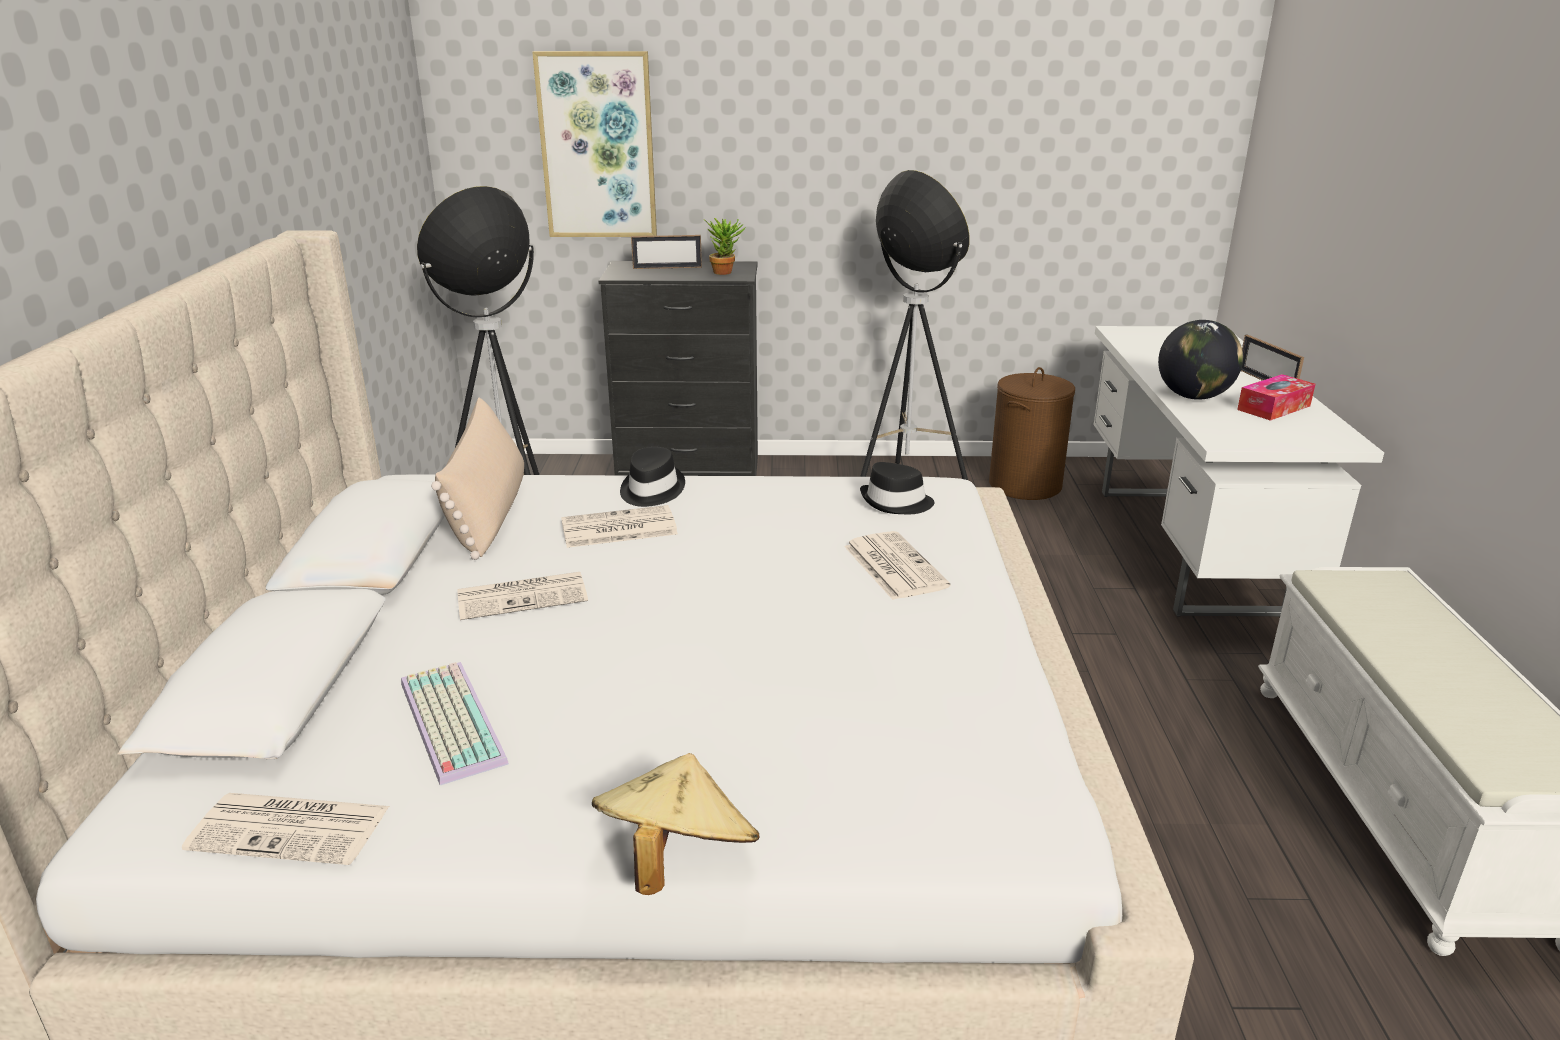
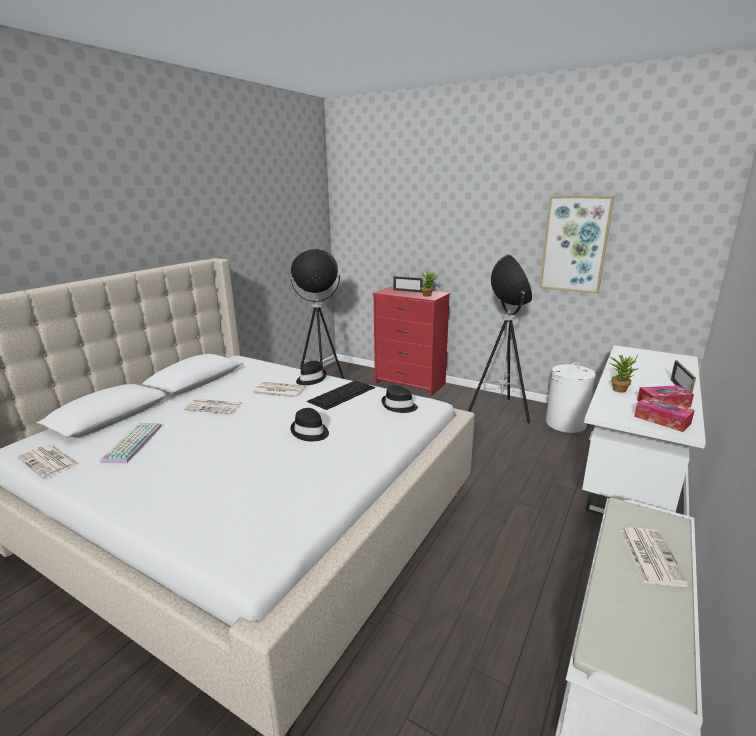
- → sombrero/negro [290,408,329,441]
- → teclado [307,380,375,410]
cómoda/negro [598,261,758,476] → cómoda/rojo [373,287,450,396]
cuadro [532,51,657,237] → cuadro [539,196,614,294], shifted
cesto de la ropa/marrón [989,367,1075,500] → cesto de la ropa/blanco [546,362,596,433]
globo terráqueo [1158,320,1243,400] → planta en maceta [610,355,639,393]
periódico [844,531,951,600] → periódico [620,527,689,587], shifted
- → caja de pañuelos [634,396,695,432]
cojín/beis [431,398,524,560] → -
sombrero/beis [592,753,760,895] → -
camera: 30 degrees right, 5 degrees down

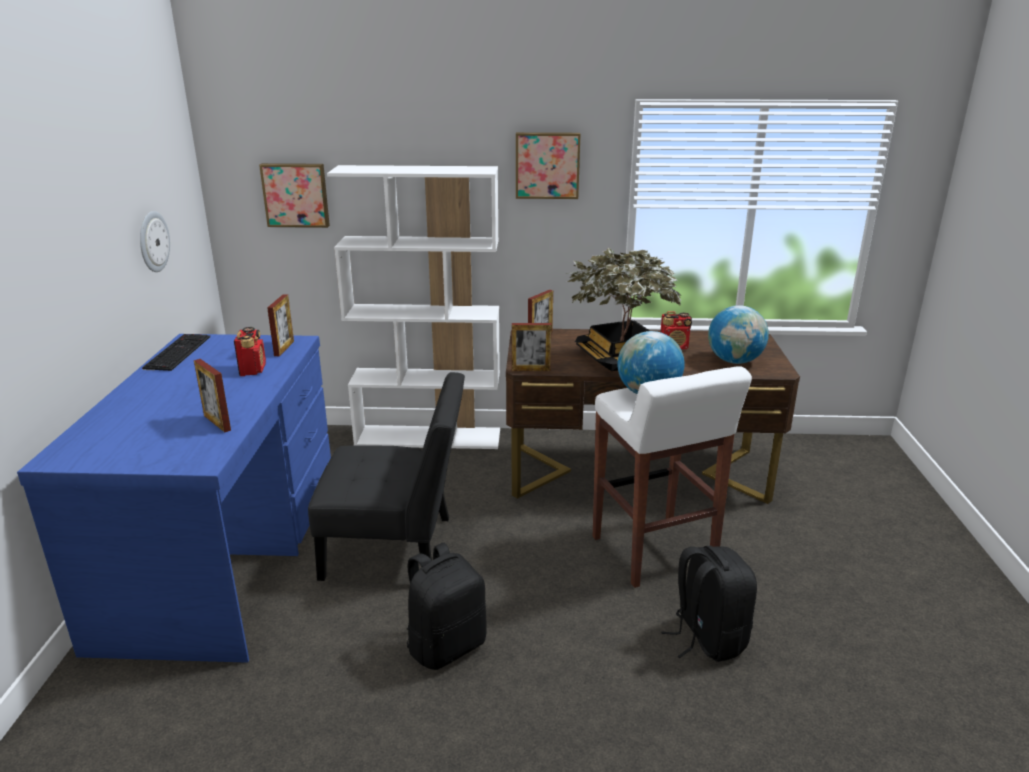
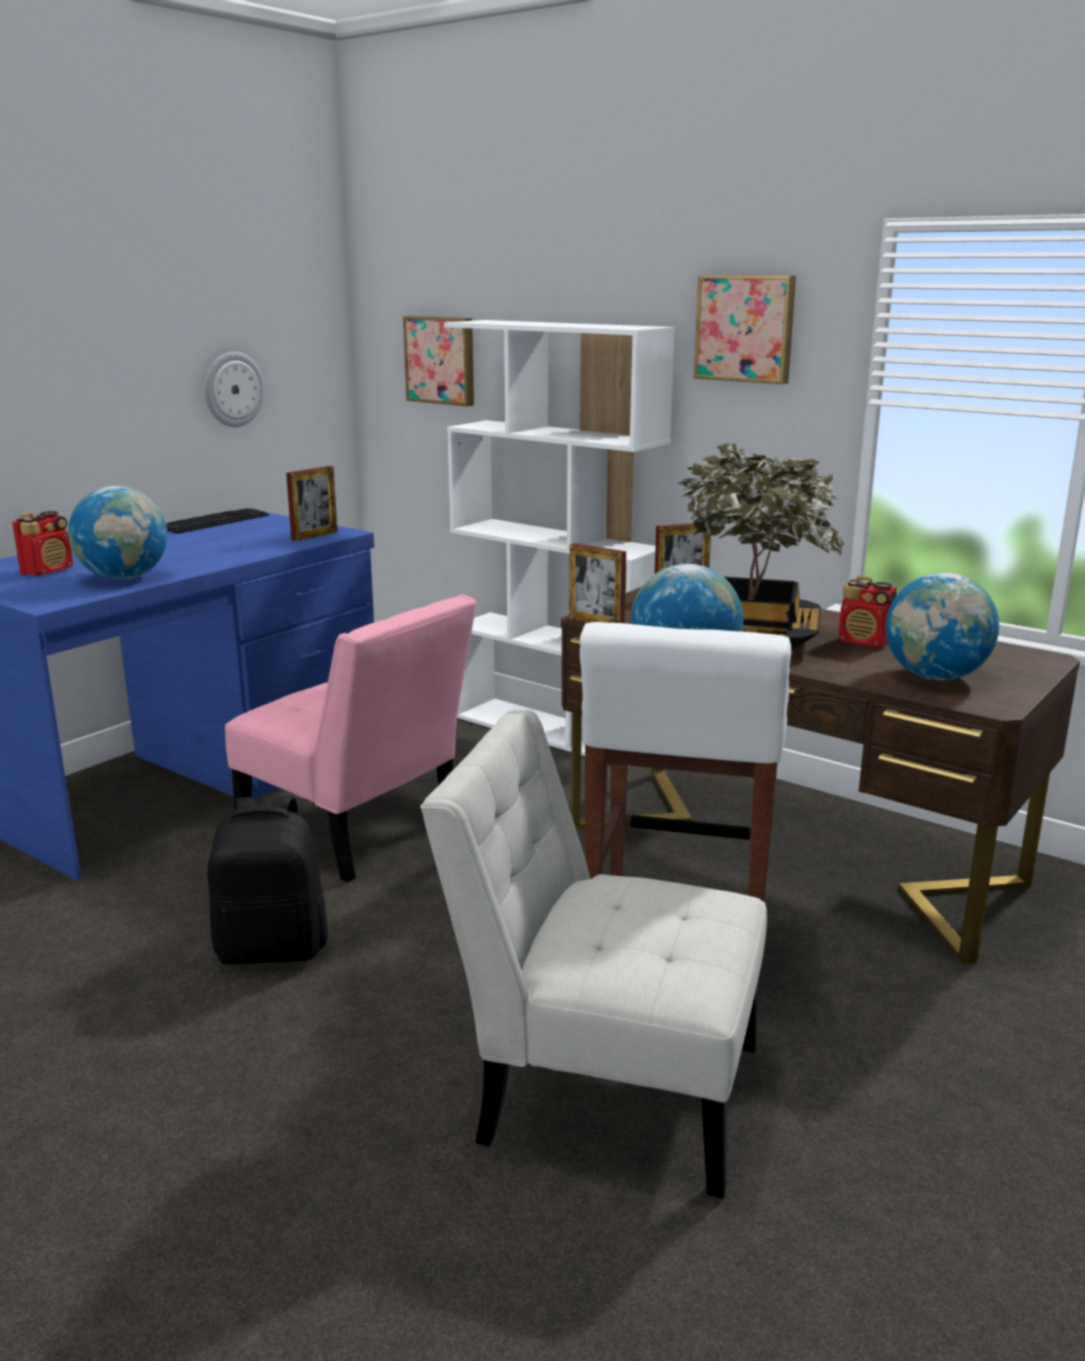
radio [234,327,266,376] → radio [12,511,73,576], shifted
portarretratos [194,359,231,433] → globo terráqueo [68,486,167,580]
silla/negro [308,372,465,581] → silla/rosa [225,594,477,882]
mochila/negro [661,546,757,662] → silla/blanco [420,709,767,1198]
camera: 35 degrees right, 5 degrees down

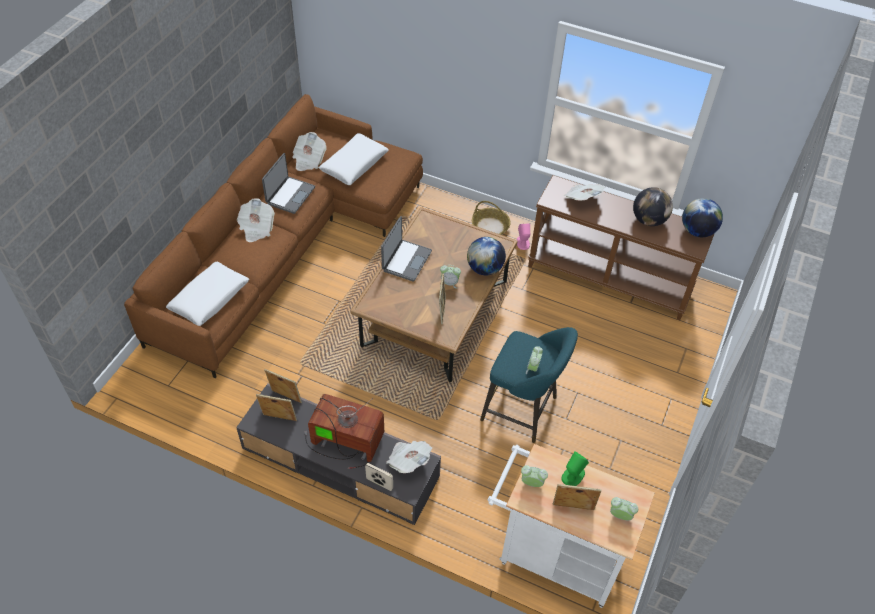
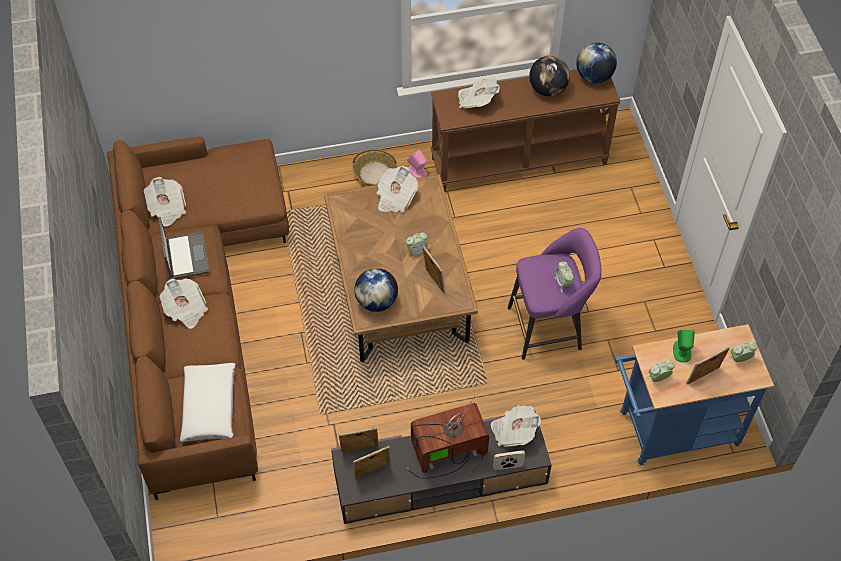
globo terráqueo [467,237,506,275] → globo terráqueo [354,268,398,312], shifted
- → periódico [377,166,418,212]
taburete/turquesa [480,327,578,443] → taburete/morado [508,228,602,360]
carrito/blanco [488,444,655,608] → carrito/azul [615,324,774,465]
cojín/blanco [318,133,389,185] → -
portátil [381,216,432,282] → -
camera: 35 degrees left, 5 degrees up

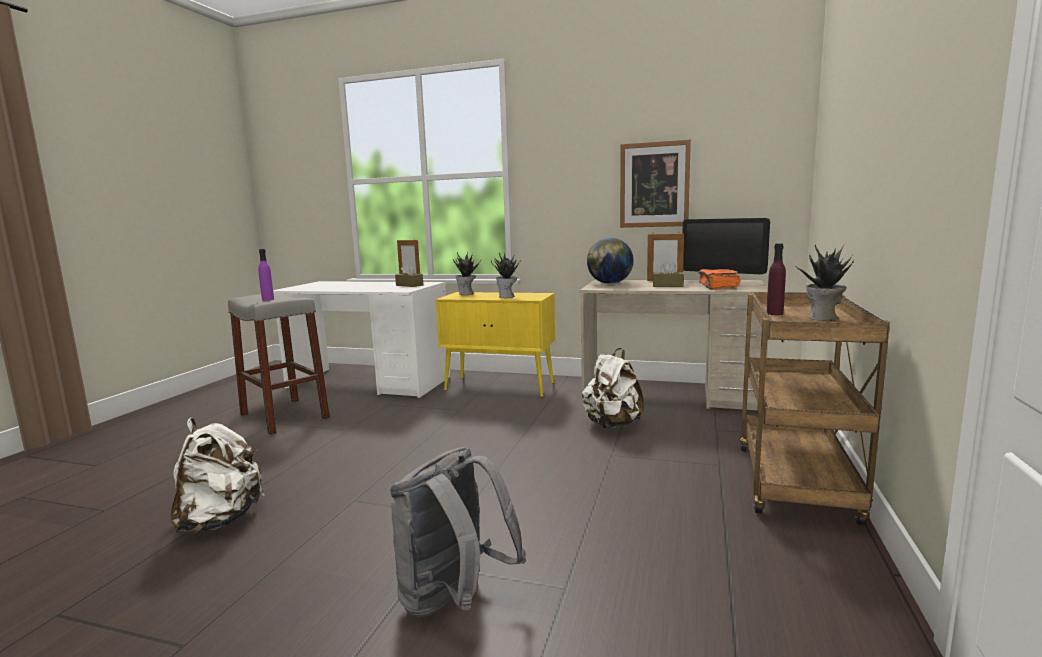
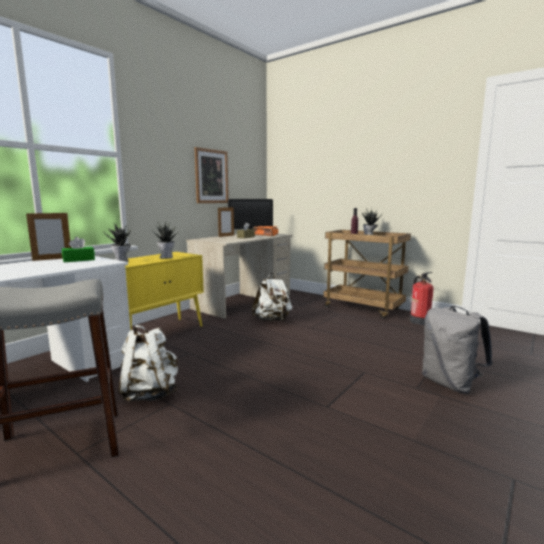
caja de pañuelos/marrón [395,263,423,287] → caja de pañuelos/verde [62,237,95,262]
mochila/blanco [171,418,264,534] → mochila/blanco [119,325,178,401], shifted
- → extintor [410,272,434,325]
botella/morado [258,249,274,301] → -
globo terráqueo [587,238,634,284] → -
camera: 70 degrees left, 0 degrees up

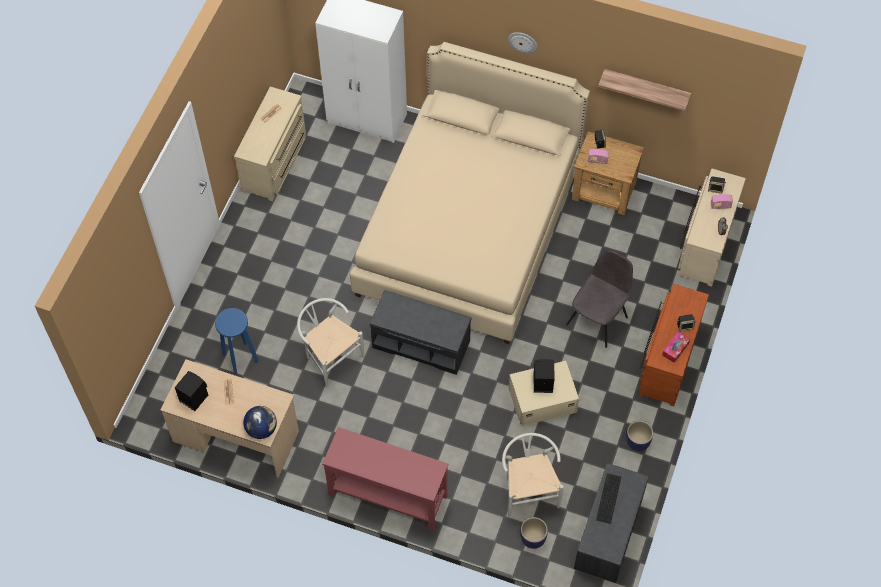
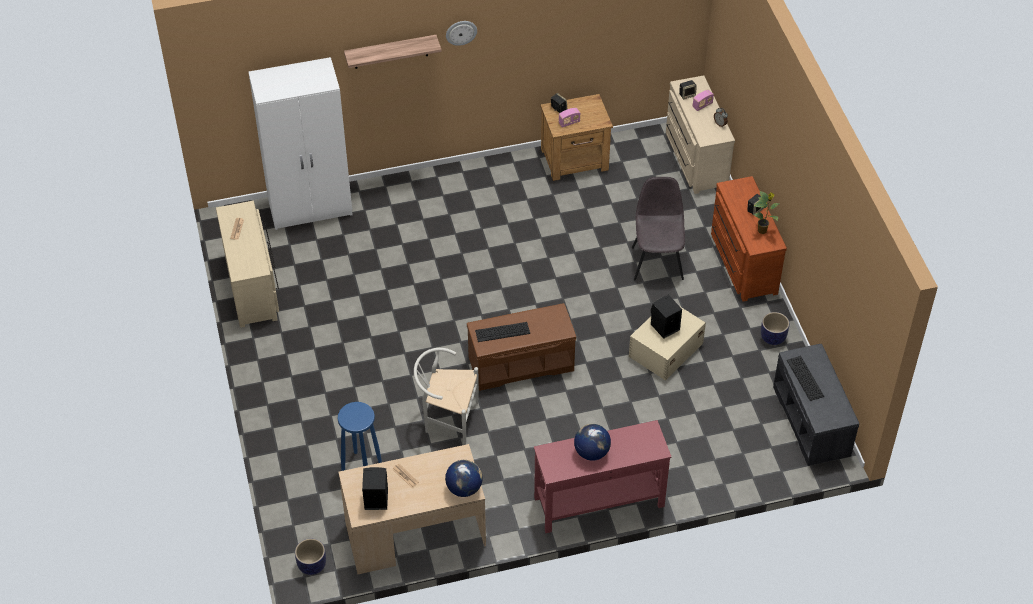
maceta [520,517,548,549] → maceta [295,539,326,575], shifted
estante [598,69,691,111] → estante [344,35,442,69], shifted
banco/gris [370,290,471,375] → banco/marrón [467,303,576,391]
- → teclado [475,322,530,342]
- → globo terráqueo [574,424,611,461]
caja de pañuelos [662,331,690,363] → planta en maceta [754,191,779,234]
cama/beis [350,42,590,344] → -
silla/blanco [502,433,564,518] → -
camera: 35 degrees left, 10 degrees down

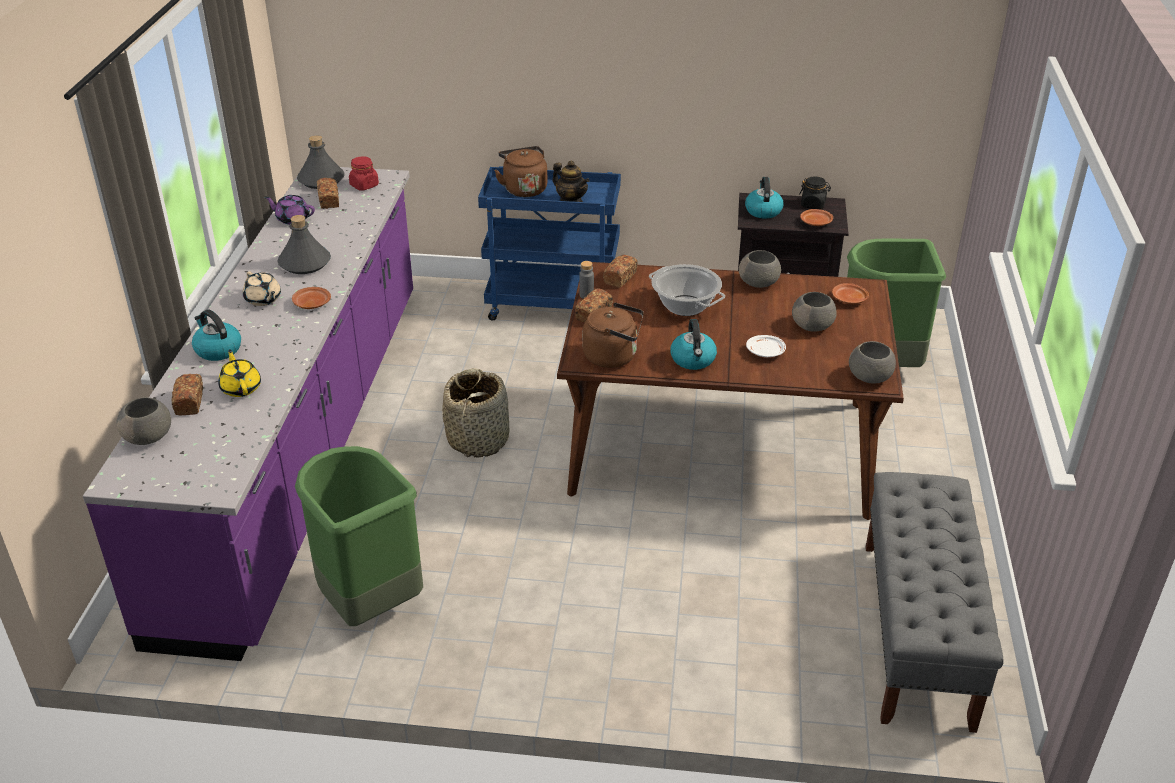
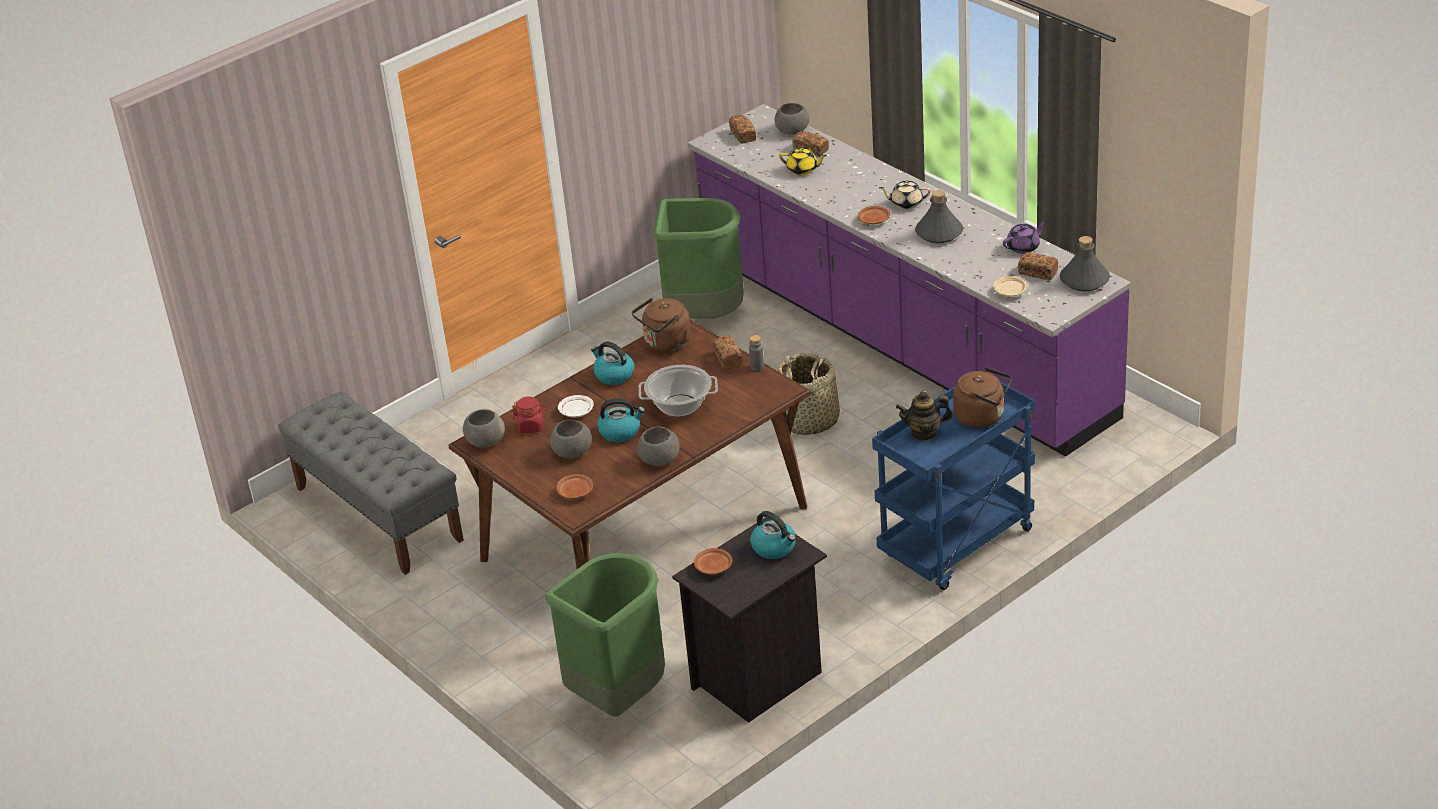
tarro/rojo [349,156,379,191] → tarro/rojo [512,396,545,433], shifted
hervidor [192,310,241,361] → hervidor [597,398,645,442], shifted
pan [603,255,638,288] → pan [729,115,756,144], shifted
- → plato/beis [993,276,1028,297]
tarro/negro [800,176,831,209] → -
camera: 135 degrees right, 0 degrees up

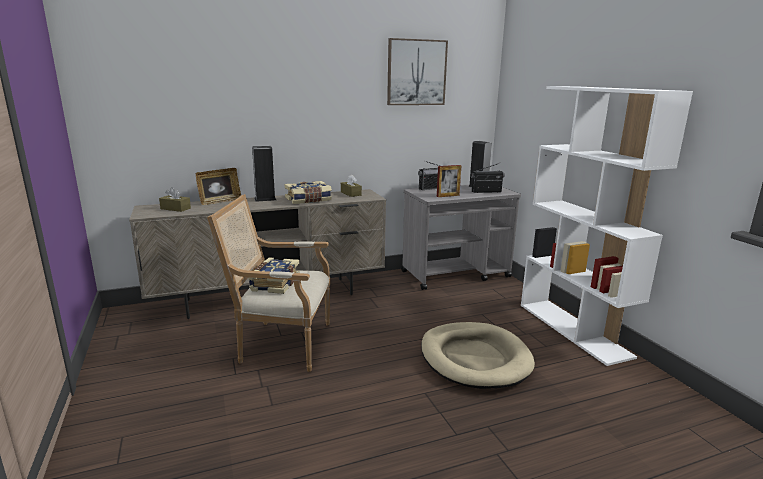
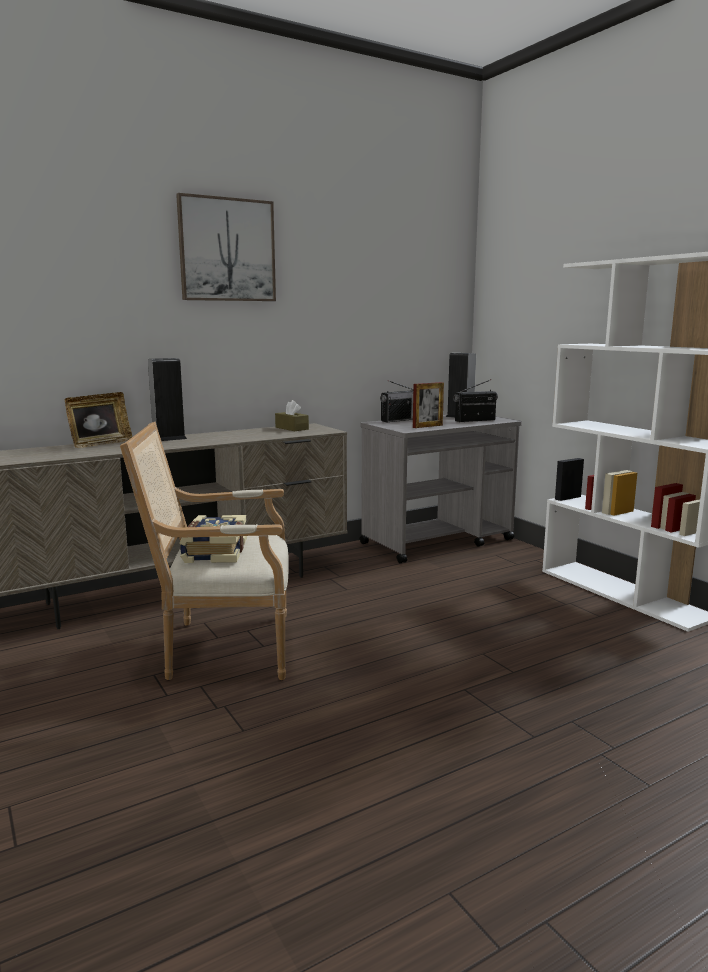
cuadro [387,38,448,105] → cuadro [176,193,276,301], shifted
caja de pañuelos/marrón [159,187,191,212] → -
libro [285,181,332,204] → -
cama para perro/beis [421,322,535,389] → -
camera: 10 degrees left, 5 degrees down

